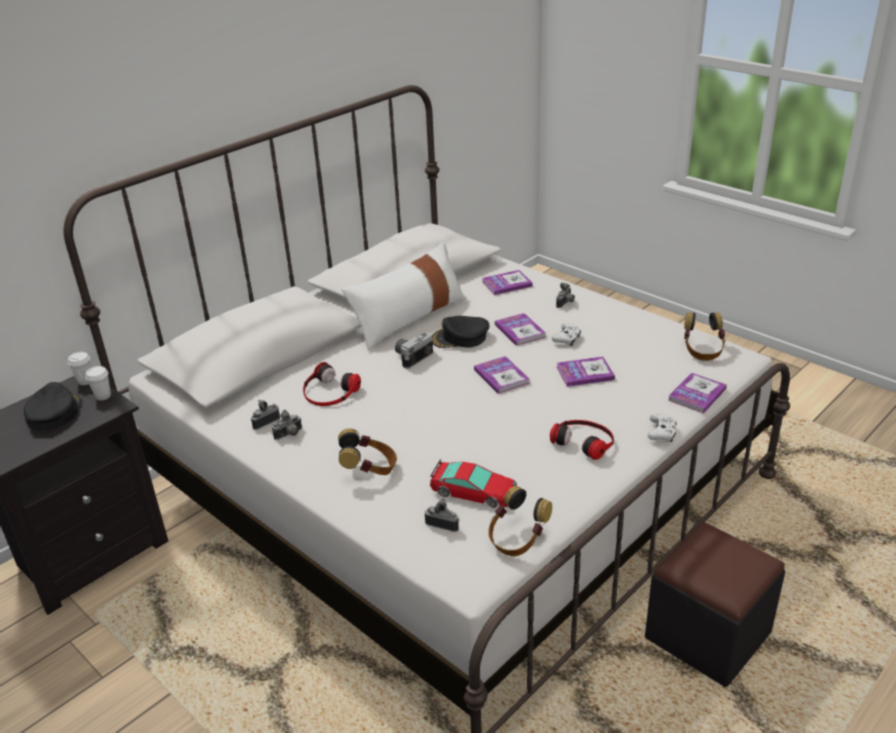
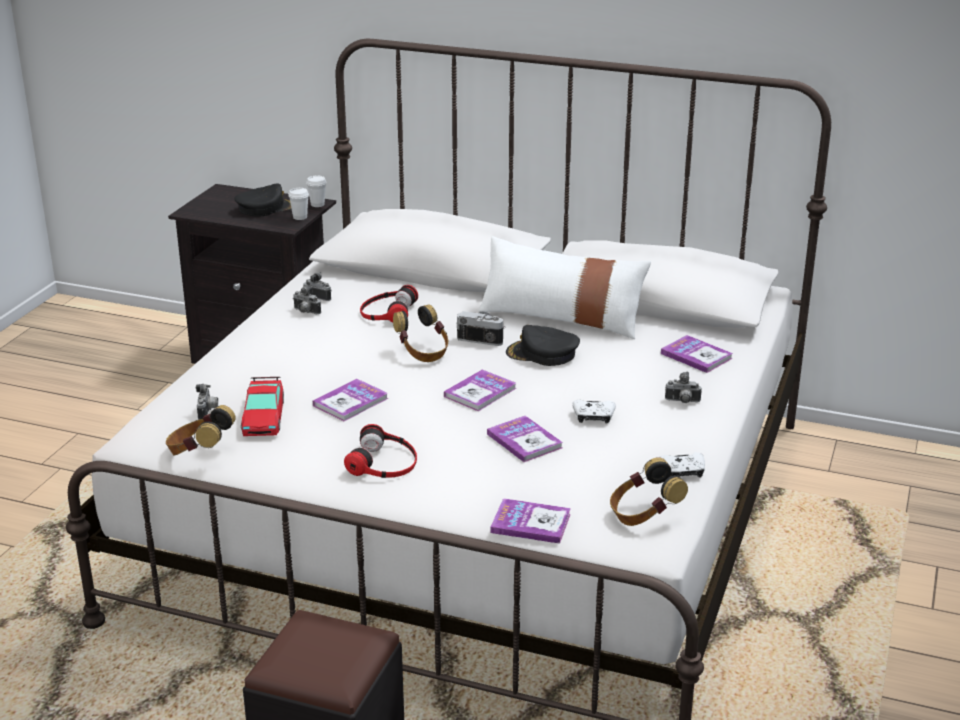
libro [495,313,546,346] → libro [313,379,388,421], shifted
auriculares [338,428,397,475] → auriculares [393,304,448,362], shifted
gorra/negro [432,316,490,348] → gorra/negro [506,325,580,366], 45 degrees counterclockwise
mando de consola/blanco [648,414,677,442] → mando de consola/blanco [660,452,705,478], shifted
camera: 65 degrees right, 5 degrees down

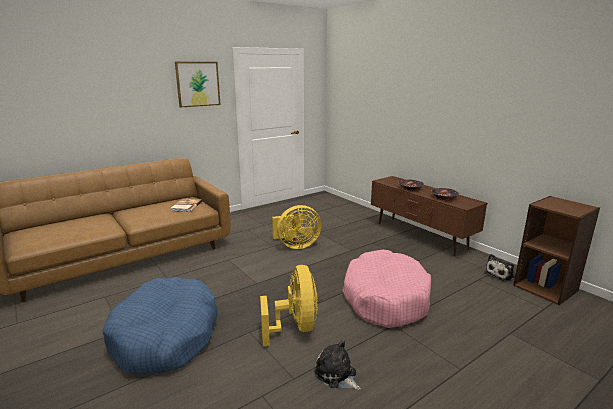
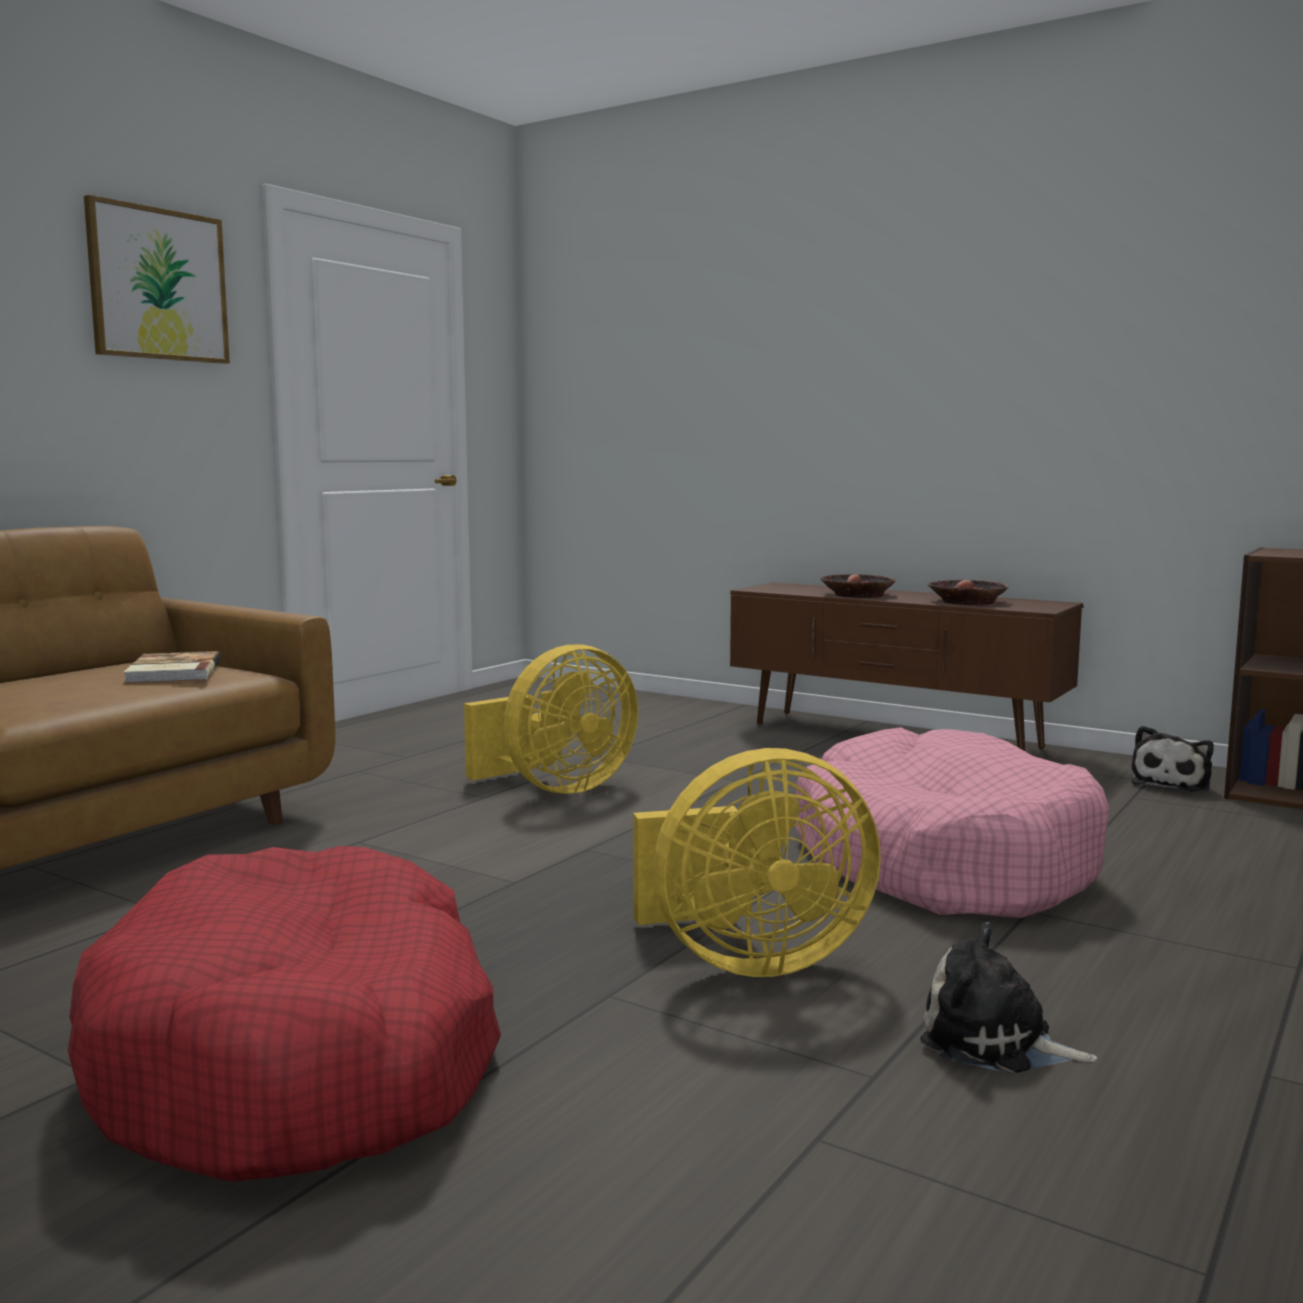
cama para perro/azul [102,277,218,375] → cama para perro/rojo [67,846,501,1182]
ventilador/amarillo [260,265,317,346] → ventilador/amarillo [633,748,881,977], 105 degrees clockwise
camera: 20 degrees left, 10 degrees down

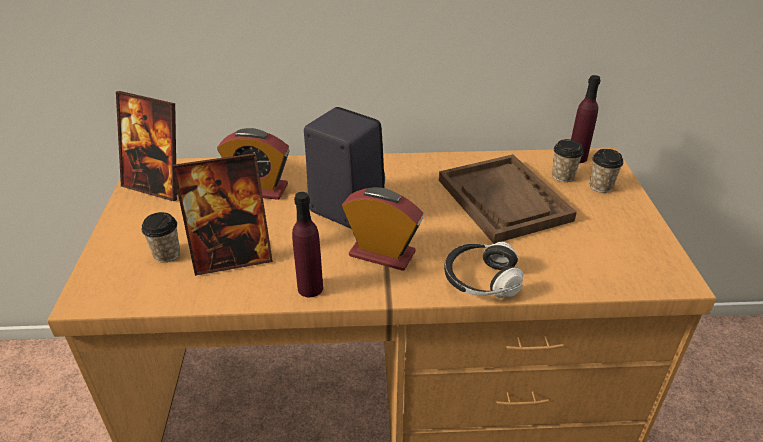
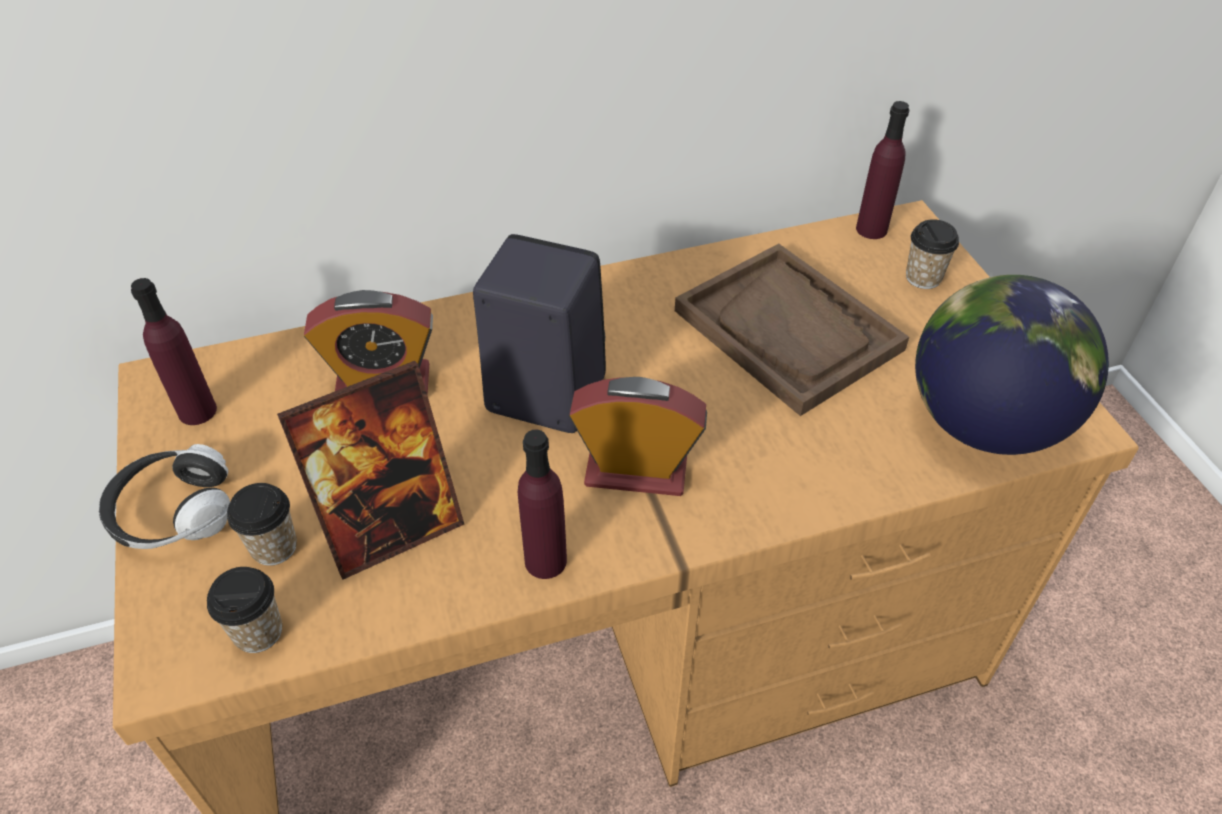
auriculares [444,242,523,298] → auriculares [99,444,230,549], shifted
portarretratos [116,91,178,201] → botella/morado [131,278,217,425]
taza [552,139,584,182] → taza [207,567,282,653], shifted
- → globo terráqueo [915,275,1109,455]
camera: 15 degrees left, 10 degrees up

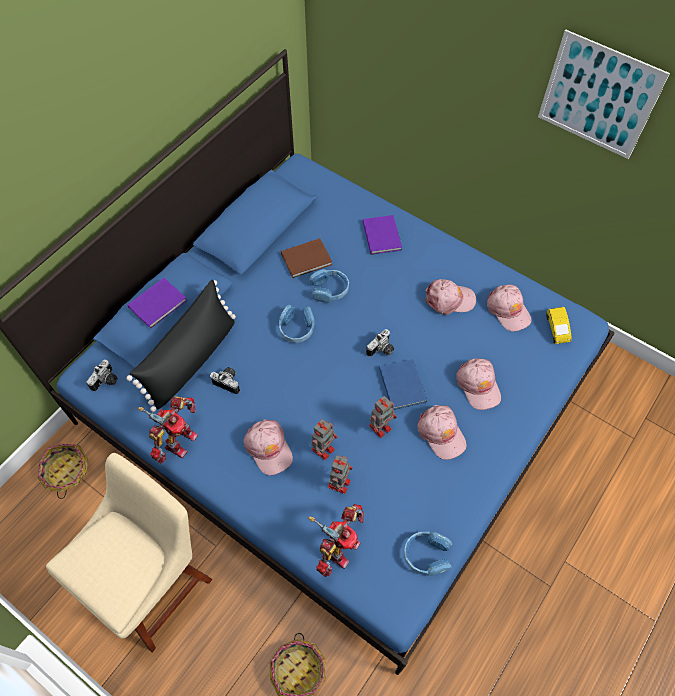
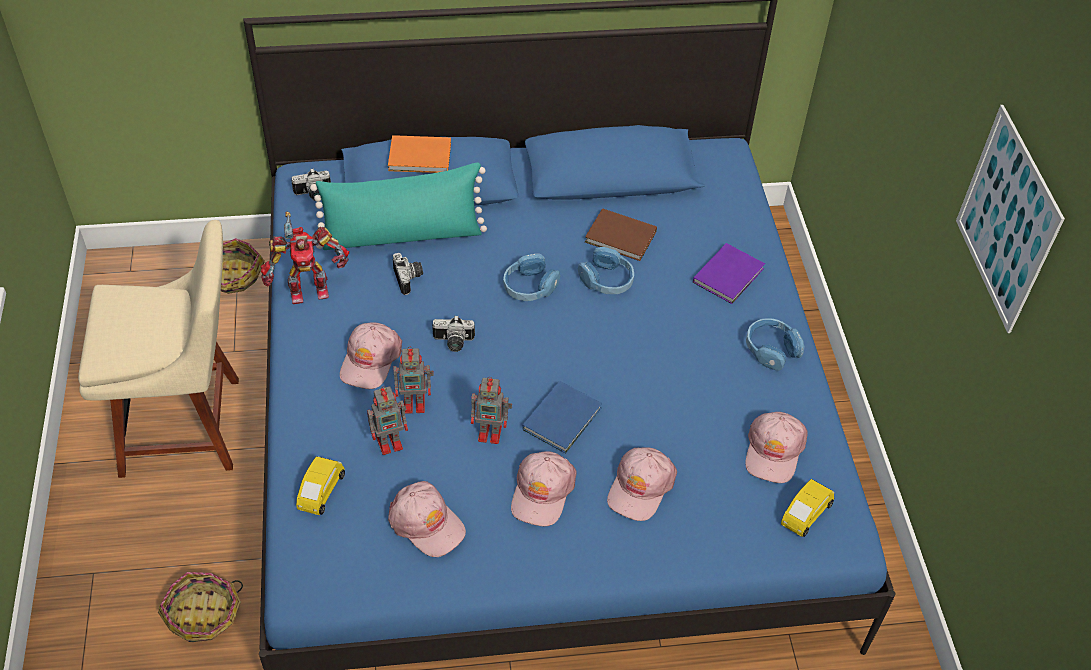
robot de juguete [308,504,364,577] → coche de juguete/amarillo [296,456,345,515]
cojín/negro [126,280,236,412] → cojín/turquesa [310,162,487,250]
libro/morado [128,278,187,329] → libro/naranja [388,135,451,173]
gorra/rosa [425,279,476,315] → gorra/rosa [388,481,466,557], shifted
cámara [366,329,394,357] → cámara [432,316,475,352], shifted
auriculares/azul [404,531,452,576] → auriculares/azul [746,318,804,371], shifted
camera: 45 degrees right, 10 degrees down

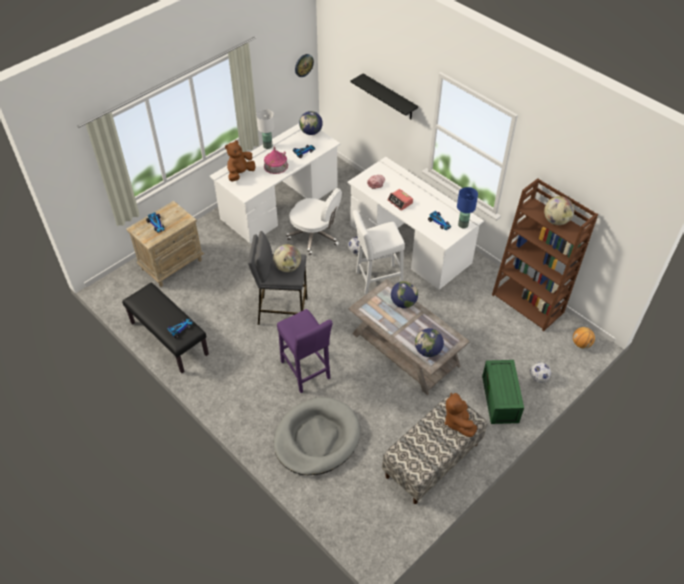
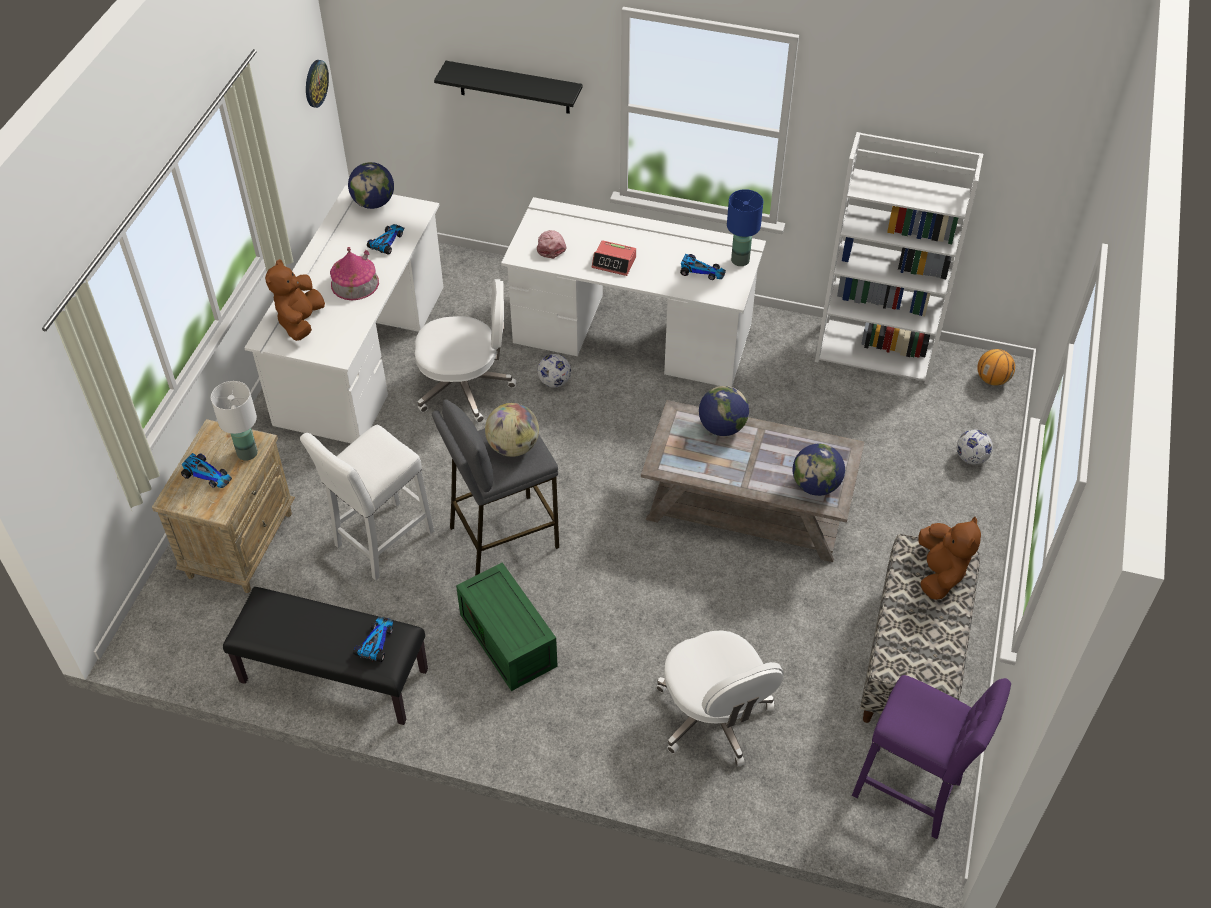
lámpara de mesa/blanco [256,109,275,149] → lámpara de mesa/blanco [211,381,258,461], shifted
taburete/blanco [353,210,405,294] → taburete/blanco [300,425,434,580], shifted
caja de almacenaje/verde [482,360,524,424] → caja de almacenaje/verde [456,562,558,691], shifted
cama para perro/gris [274,397,360,475] → silla de oficina/blanco [656,631,784,766]
estantería/marrón [492,178,598,331] → estantería/blanco [815,132,983,385]
taburete/morado [277,309,333,393] → taburete/morado [852,675,1011,839], shifted
peluche/marrón [445,392,477,437] → peluche/marrón [918,517,981,600], 135 degrees counterclockwise
globo terráqueo [544,196,574,225] → -
camera: 30 degrees left, 0 degrees up

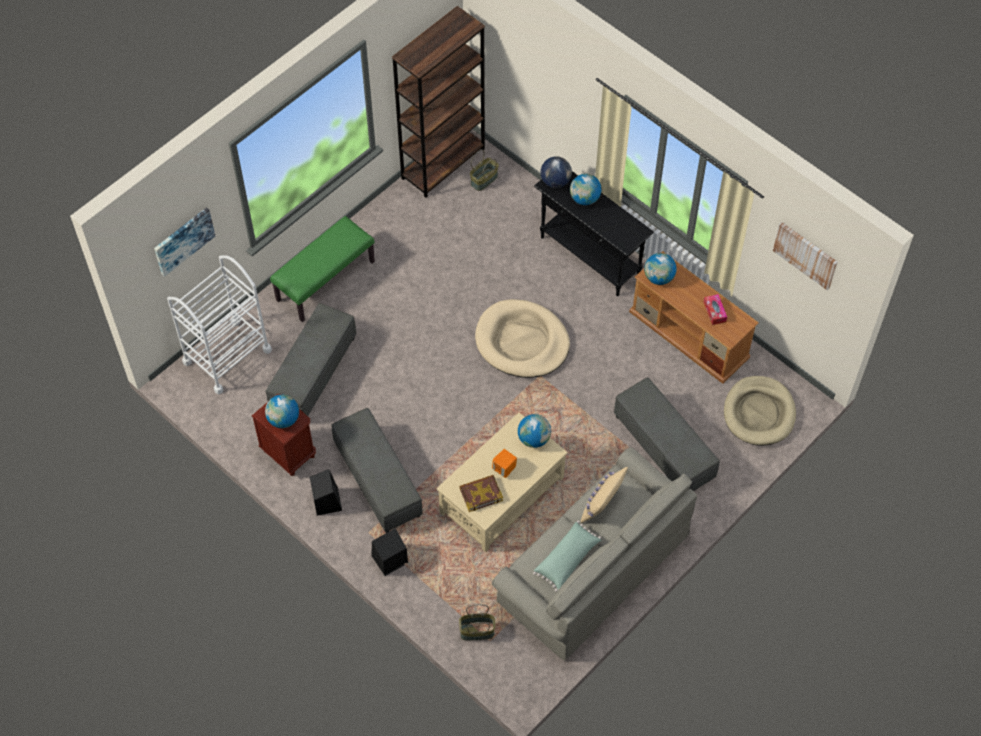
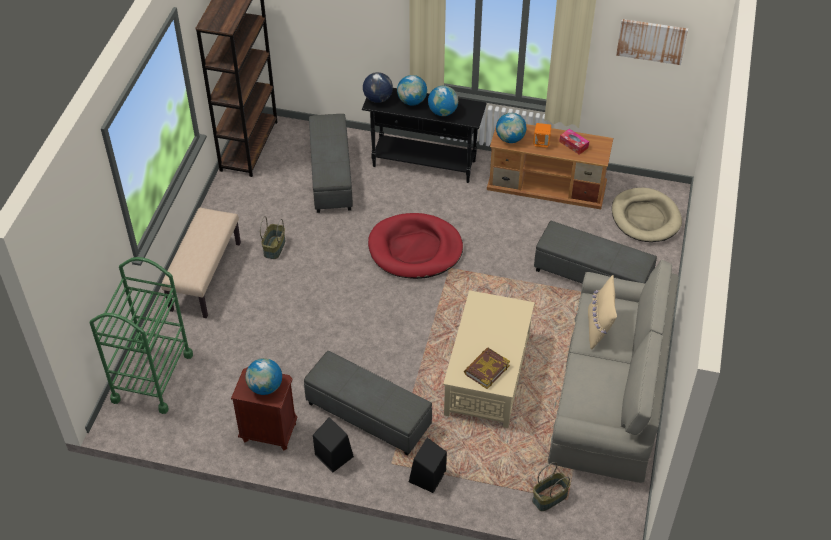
carrito/blanco [167,255,272,395] → carrito/verde [90,257,193,414]
banco/verde [270,216,375,322] → banco/beis [161,208,241,318]
cesta [470,149,499,191] → cesta [260,216,285,259], shifted
puf/gris [265,303,356,416] → puf/gris [309,114,353,213], shifted
cama para perro/beis [475,299,570,378] → cama para perro/rojo [368,213,463,279]
globo terráqueo [518,414,551,448] → globo terráqueo [428,86,458,116], shifted
altavoz/naranja [492,449,517,478] → altavoz/naranja [533,123,551,148], shifted
cuadro [154,207,215,277] → -
cojín/verde [533,521,601,592] → -
camera: 30 degrees left, 10 degrees down

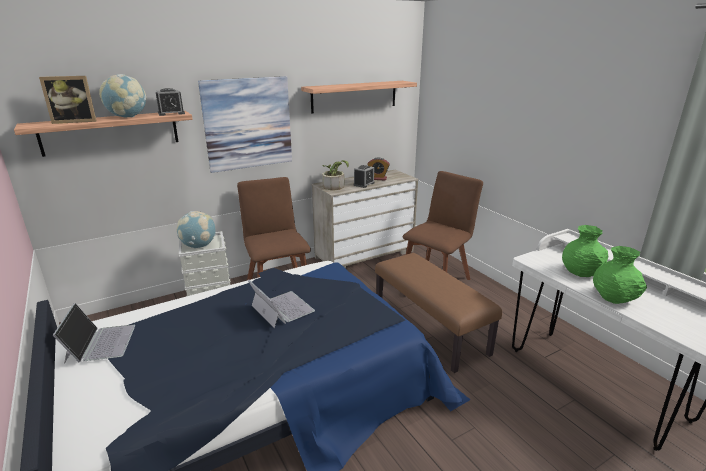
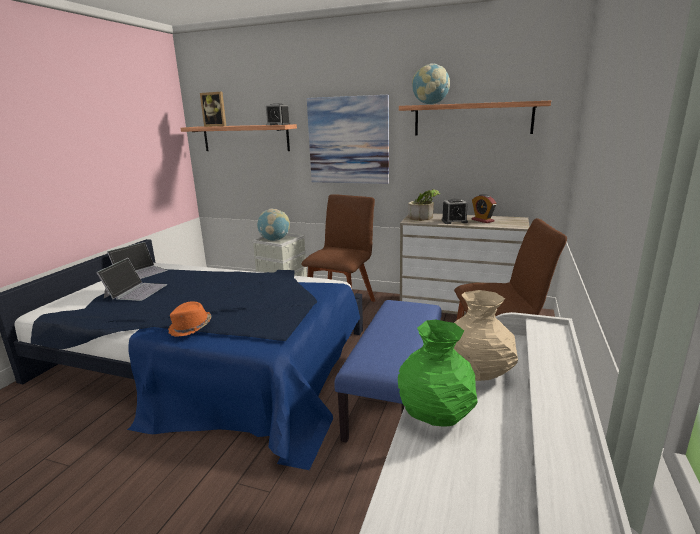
portátil [248,279,315,328] → portátil [96,258,168,301], shifted
- → sombrero/naranja [168,301,211,337]
banco/marrón [375,253,502,373] → banco/azul [334,300,442,443]
globo terráqueo [99,74,147,117] → globo terráqueo [412,63,450,104], shifted
florero/verde [562,225,608,277] → florero/beis [454,290,518,381]
camera: 50 degrees right, 5 degrees down

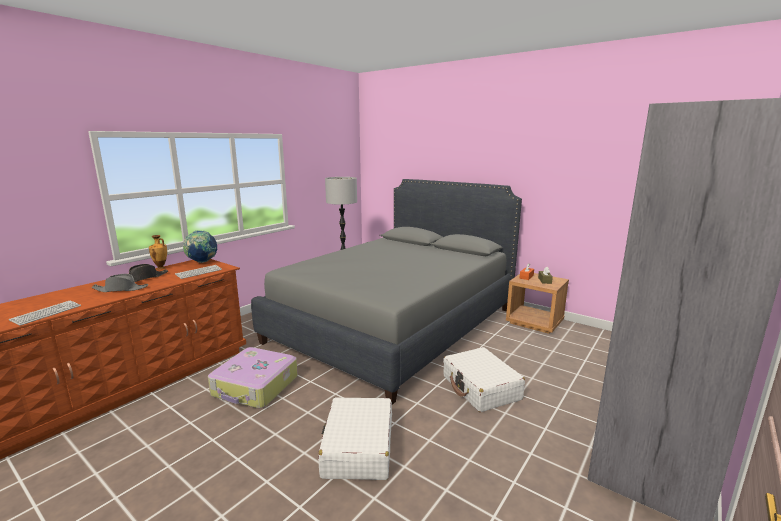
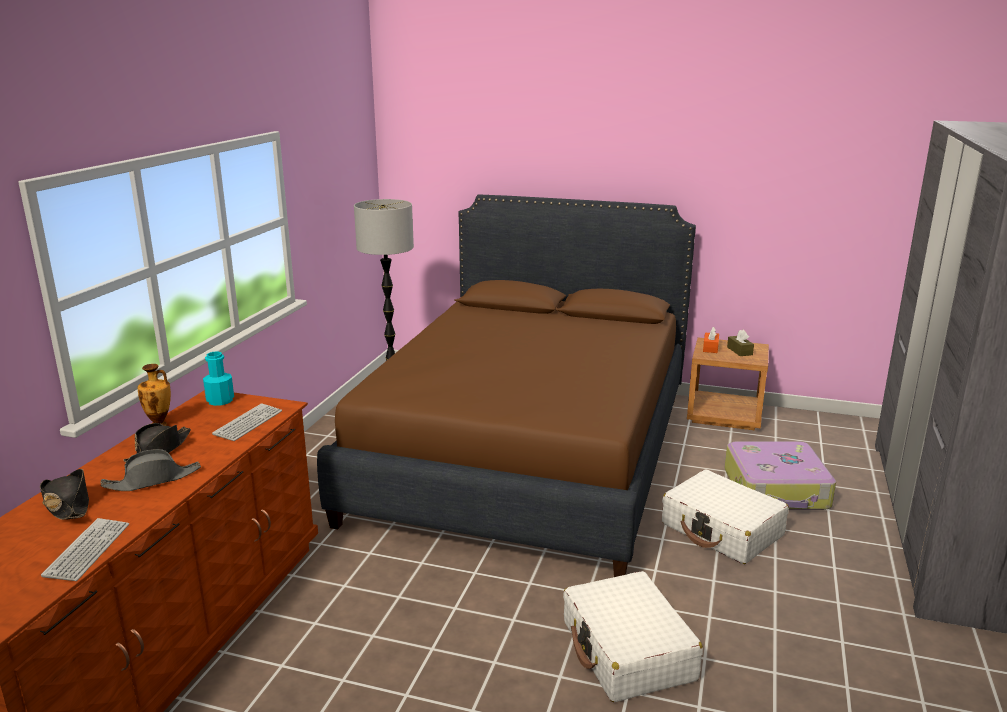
- → sombrero/negro [40,469,89,520]
globo terráqueo [183,230,217,263] → botella/turquesa [203,352,234,406]
cama/gris [251,179,522,405] → cama/marrón [317,194,696,577]
maleta [208,347,298,408] → maleta [725,441,836,510], shifted
camera: 20 degrees left, 5 degrees up

